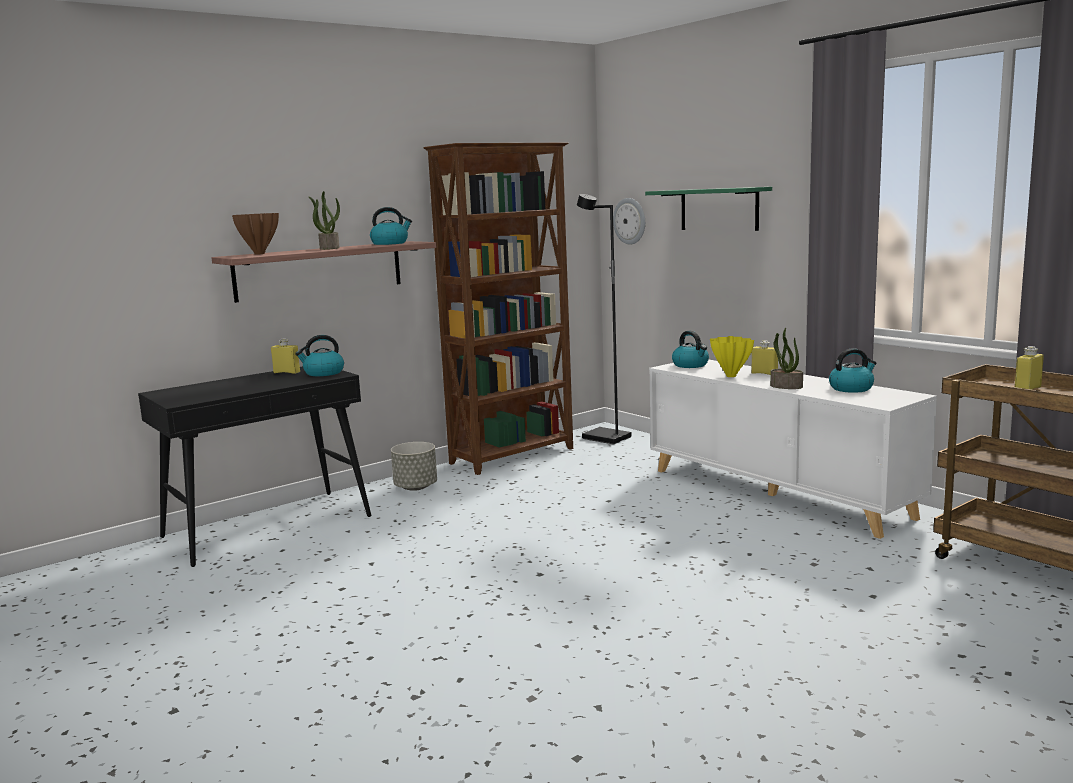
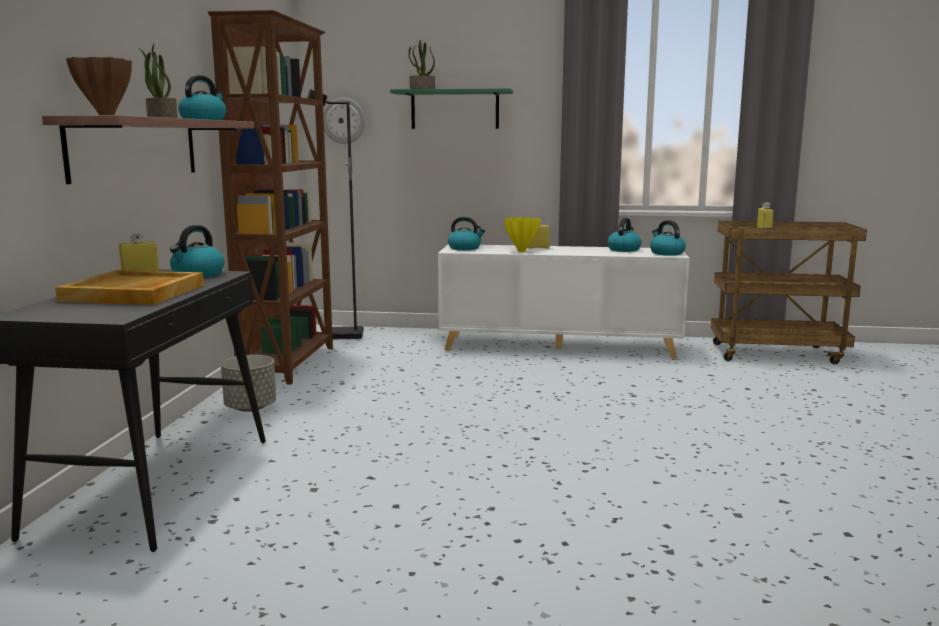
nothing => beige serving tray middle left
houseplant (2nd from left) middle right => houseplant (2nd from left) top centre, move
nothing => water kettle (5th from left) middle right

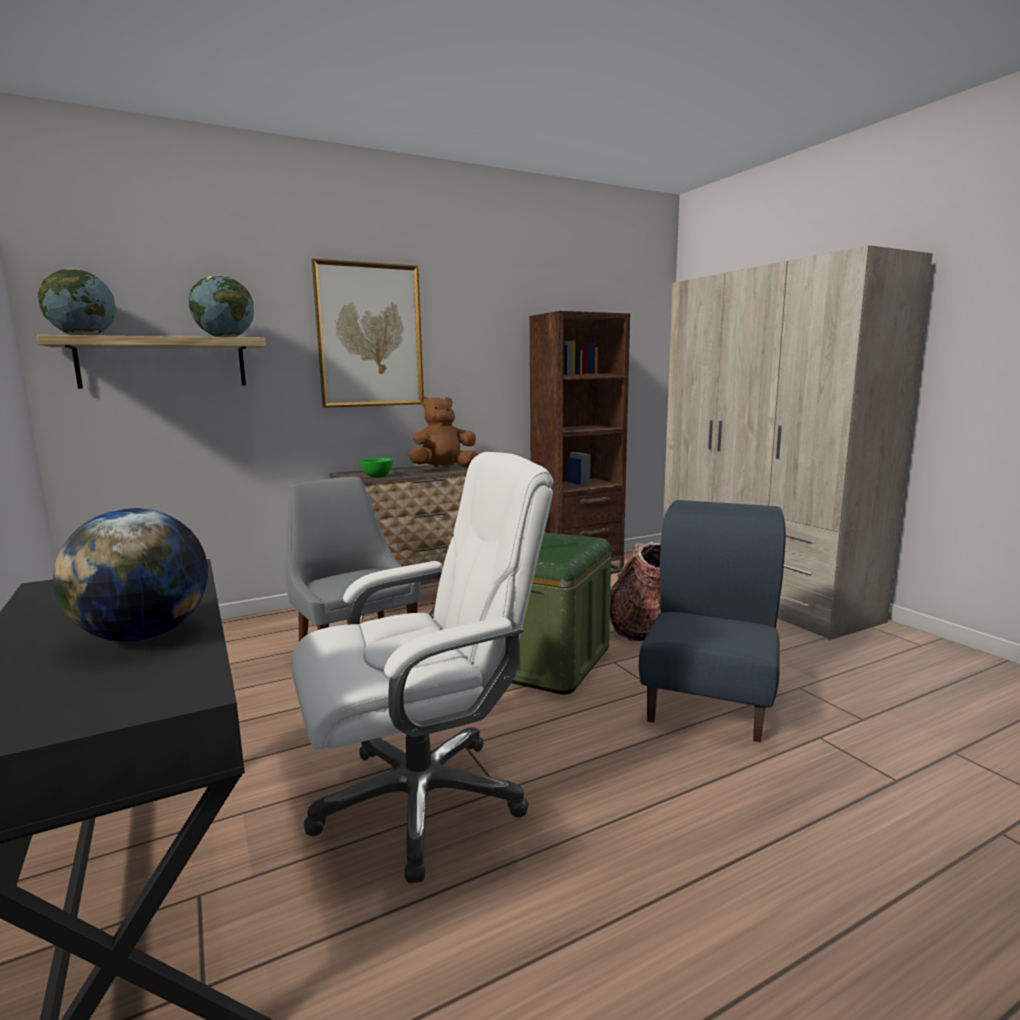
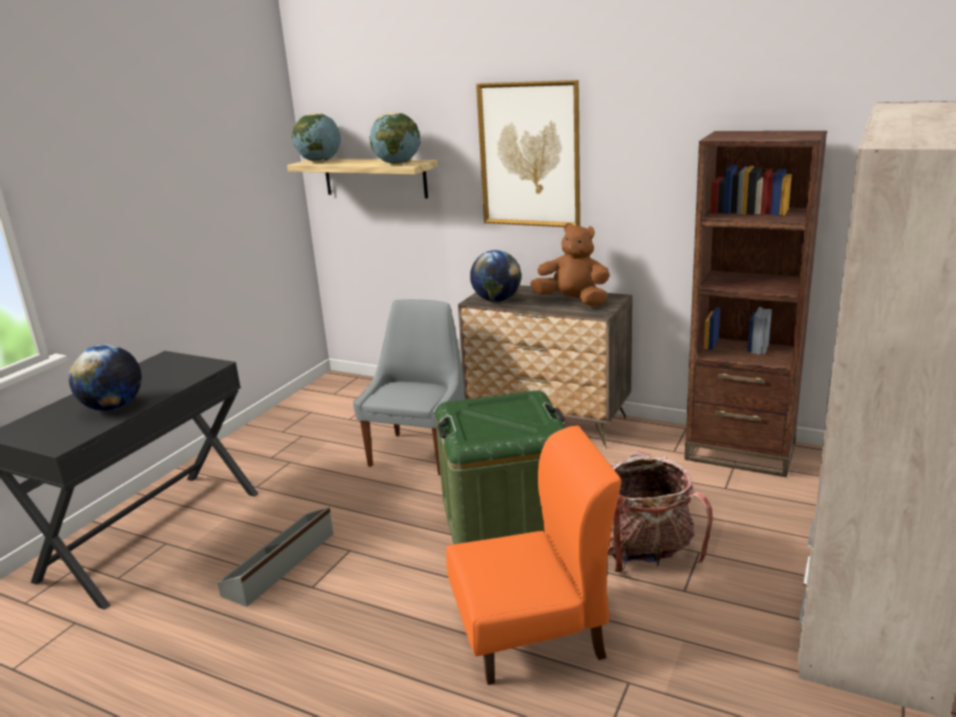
white-coloured desk chair centre => gray storage box bottom left
bluish chair middle right => orange chair bottom centre
green-coloured bowl centre => desk globe (4th from left) centre

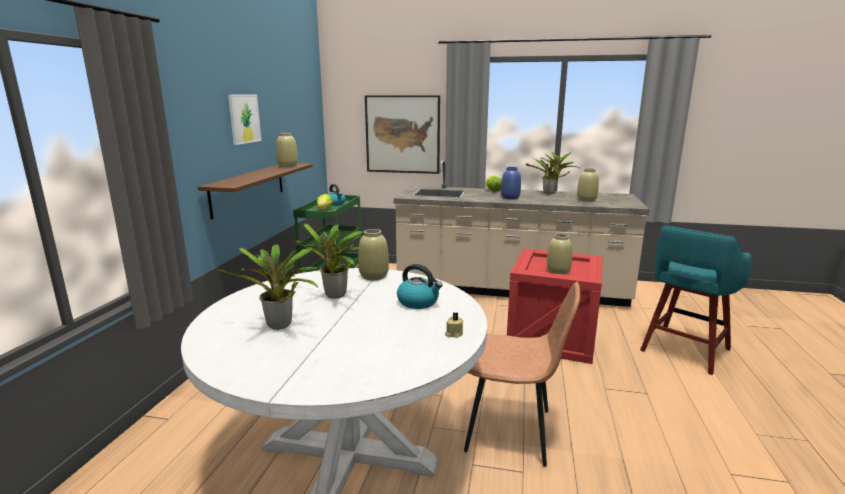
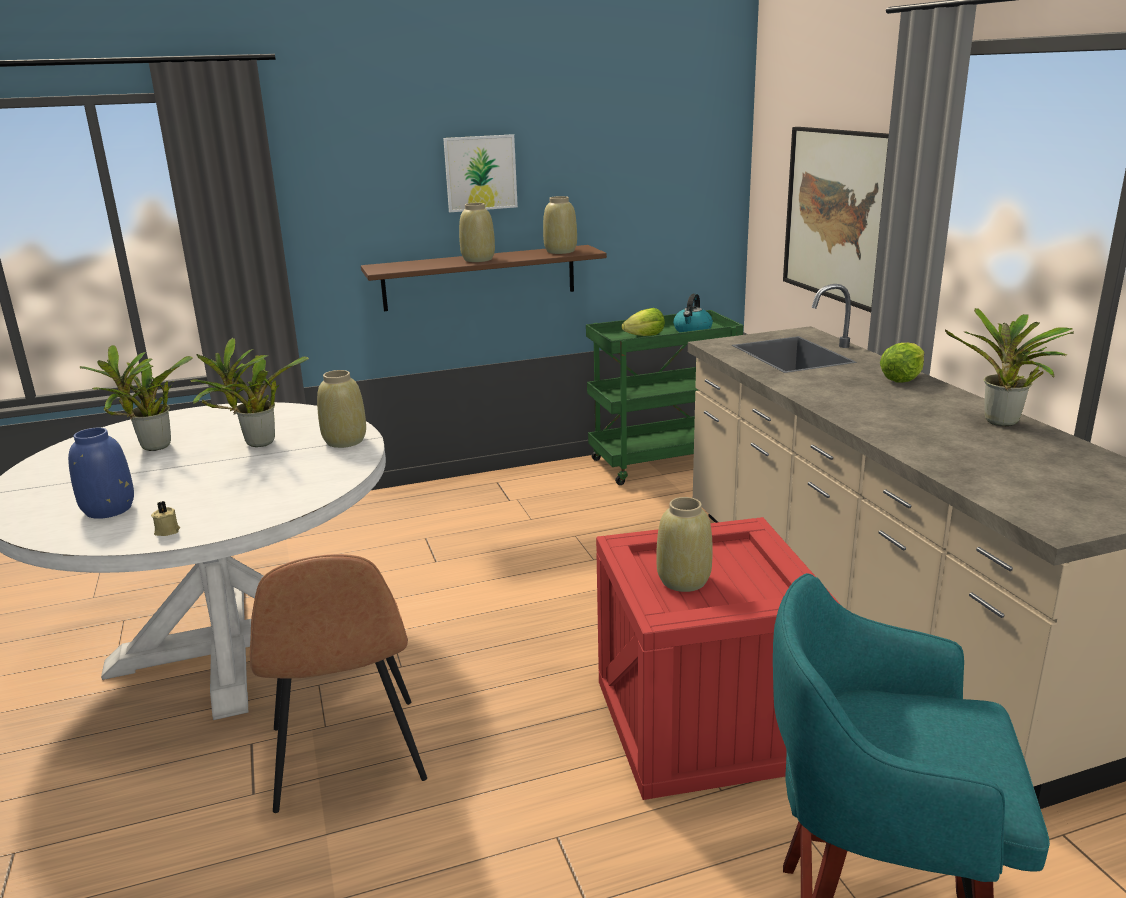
bluish decorative vase centre => bluish decorative vase middle left, move
beige decorative vase (4th from left in the first image) middle right => beige decorative vase (2nd from left) top centre, move
water kettle (2nd from left) centre => nothing

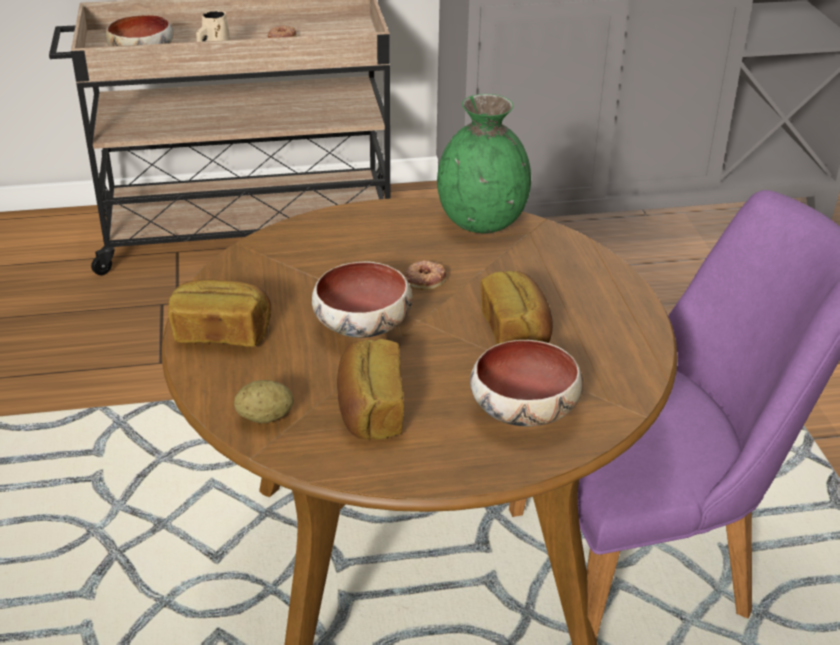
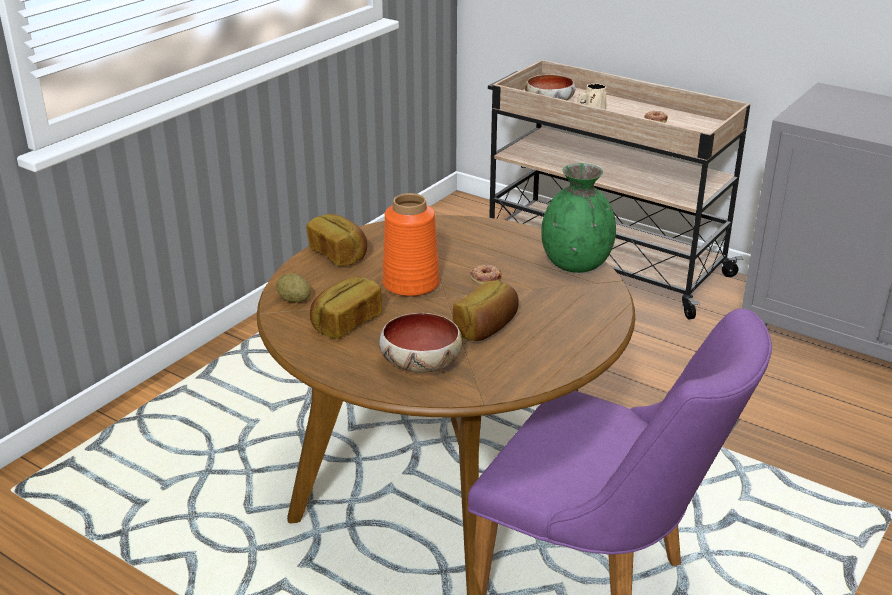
bowl (2nd from left) centre => orange decorative vase centre

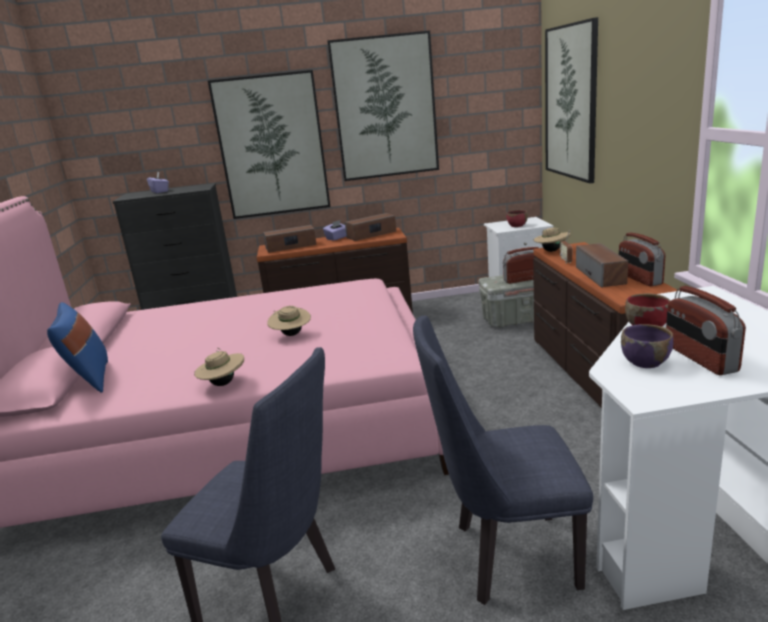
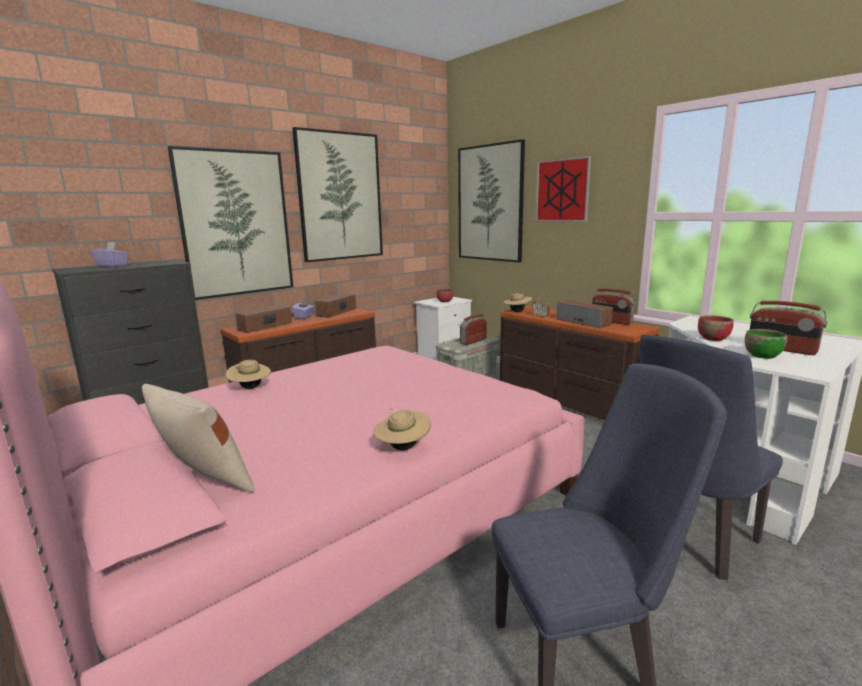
bluish cushion middle left => beige cushion middle left
beige wearable hat (2nd from left in the first image) centre => beige wearable hat (1st from left) middle left, move
nothing => picture (4th from left) top centre
purplish bowl middle right => green-coloured bowl middle right

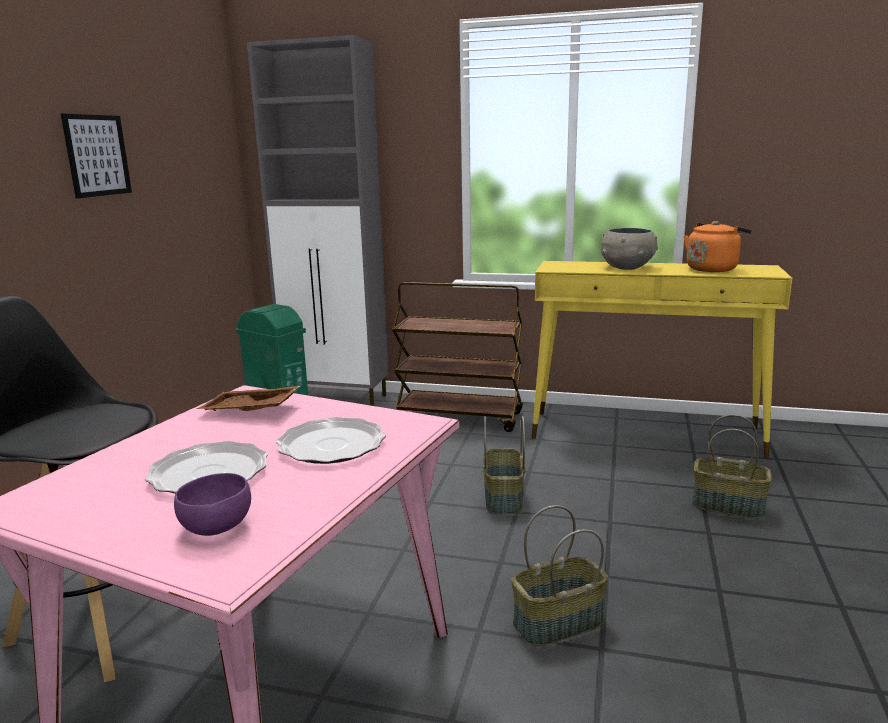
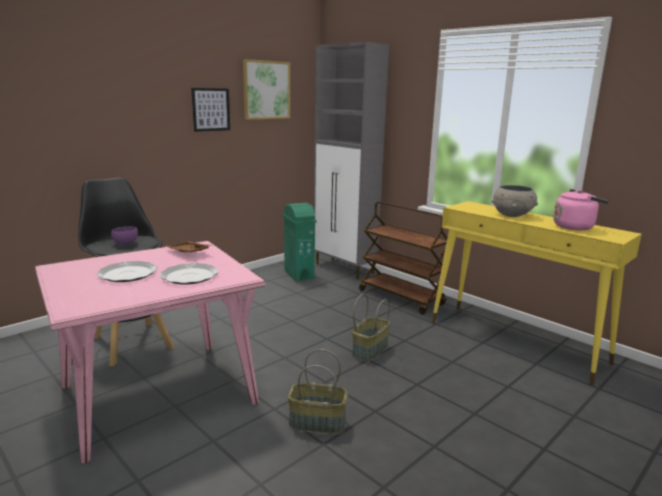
purplish bowl bottom left => purplish bowl middle left, move
nothing => picture (2nd from left) top centre
orange water kettle middle right => pinkish water kettle middle right
basket (3rd from left) middle right => nothing

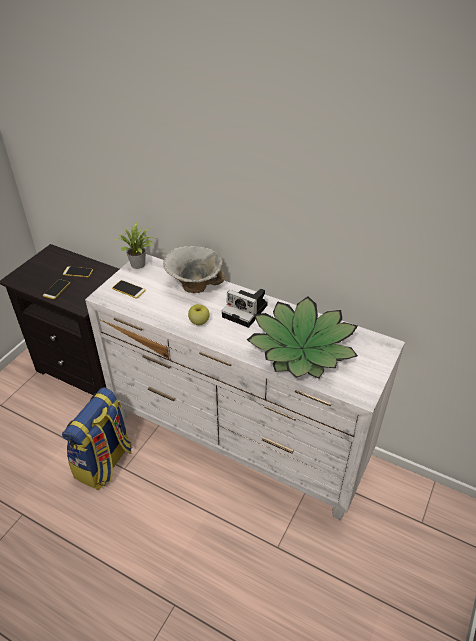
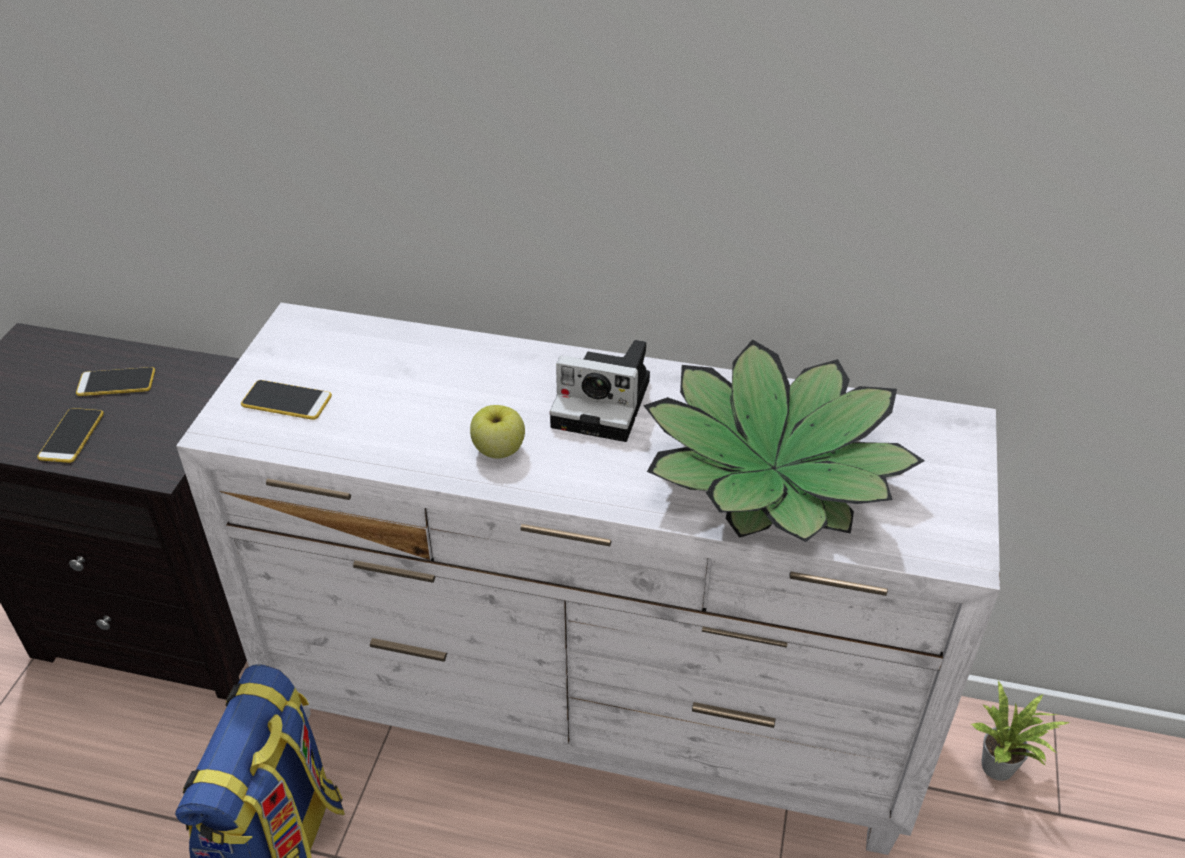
houseplant (1st from left in the first image) middle left => houseplant (2nd from left) bottom right, move
bowl centre => nothing

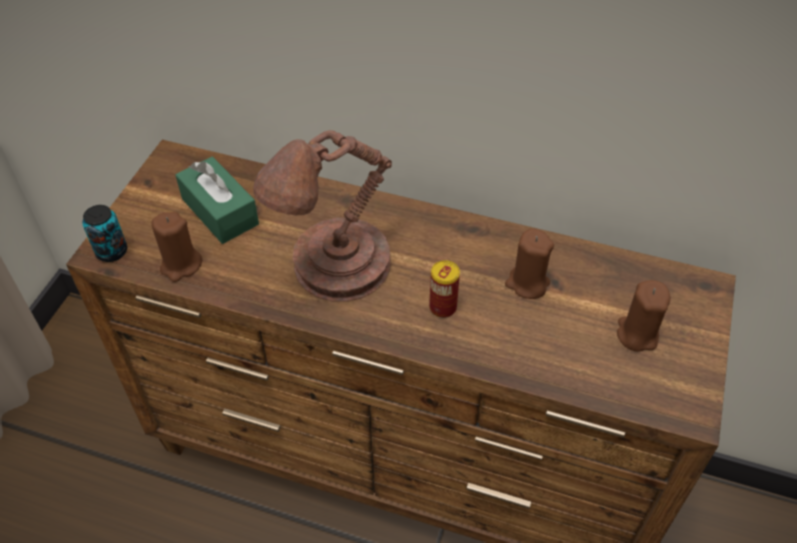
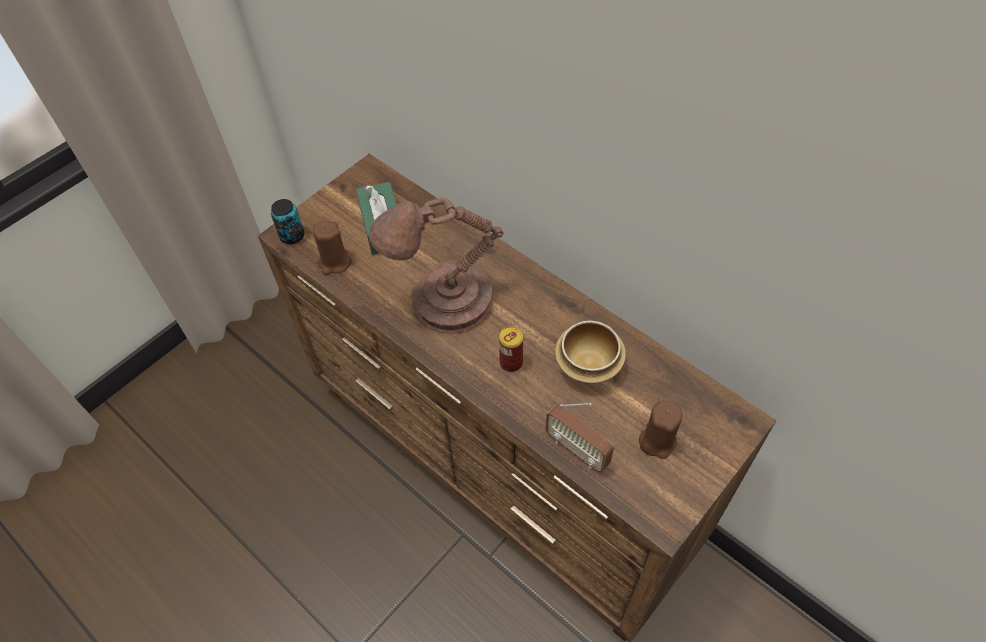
nothing => radio bottom centre
brown-coloured wax candle (2nd from left) centre => bowl centre

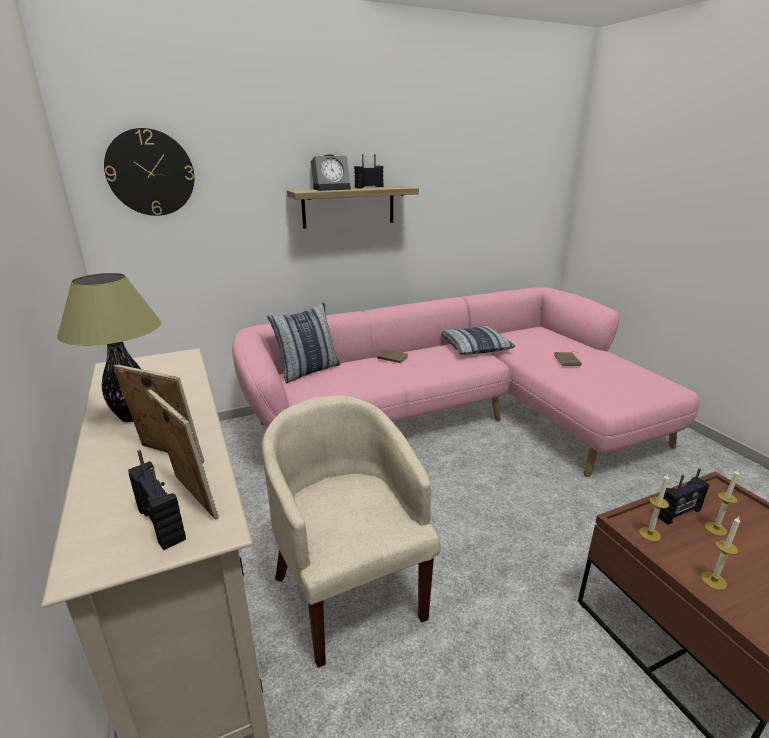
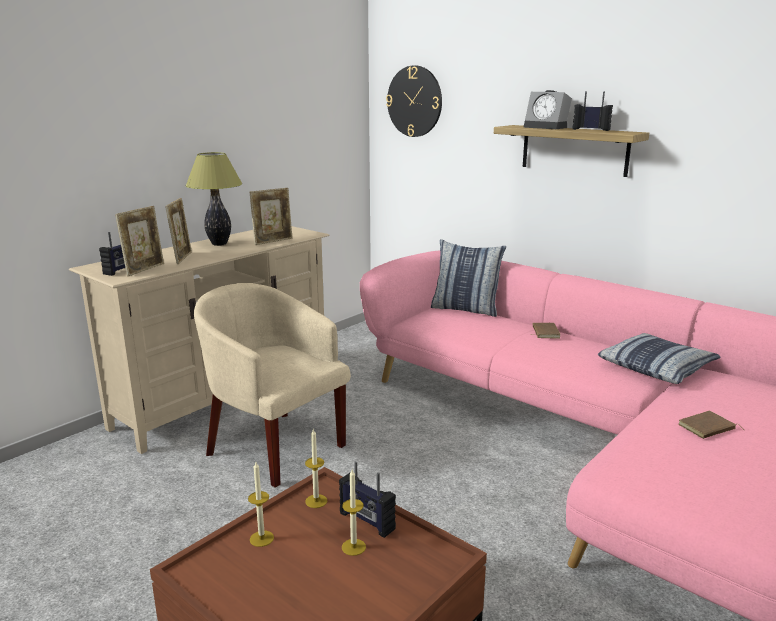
beige armchair bottom centre => beige armchair centre, 90 degrees counterclockwise
nothing => picture frame (3rd from left) centre

